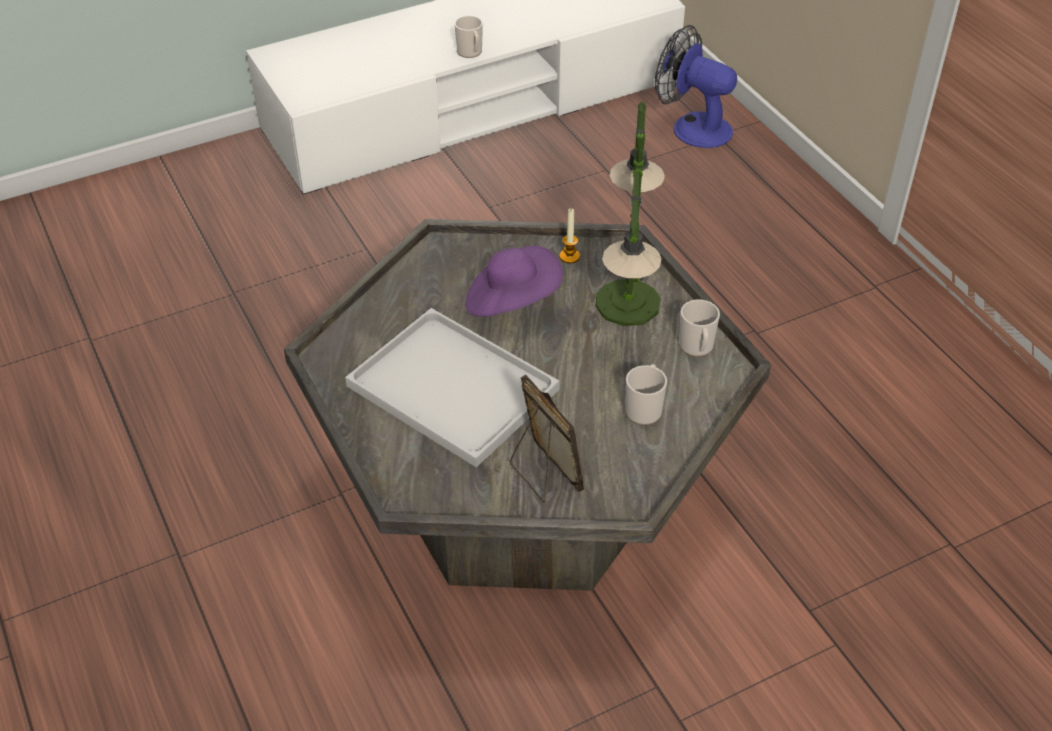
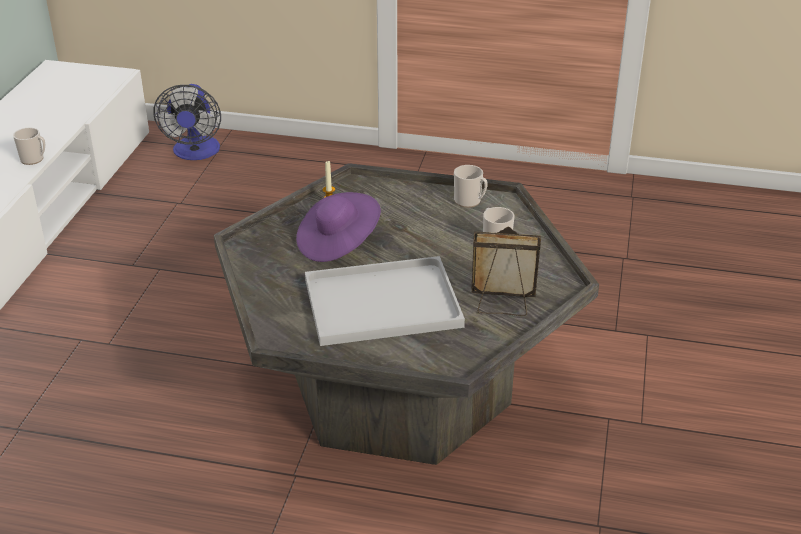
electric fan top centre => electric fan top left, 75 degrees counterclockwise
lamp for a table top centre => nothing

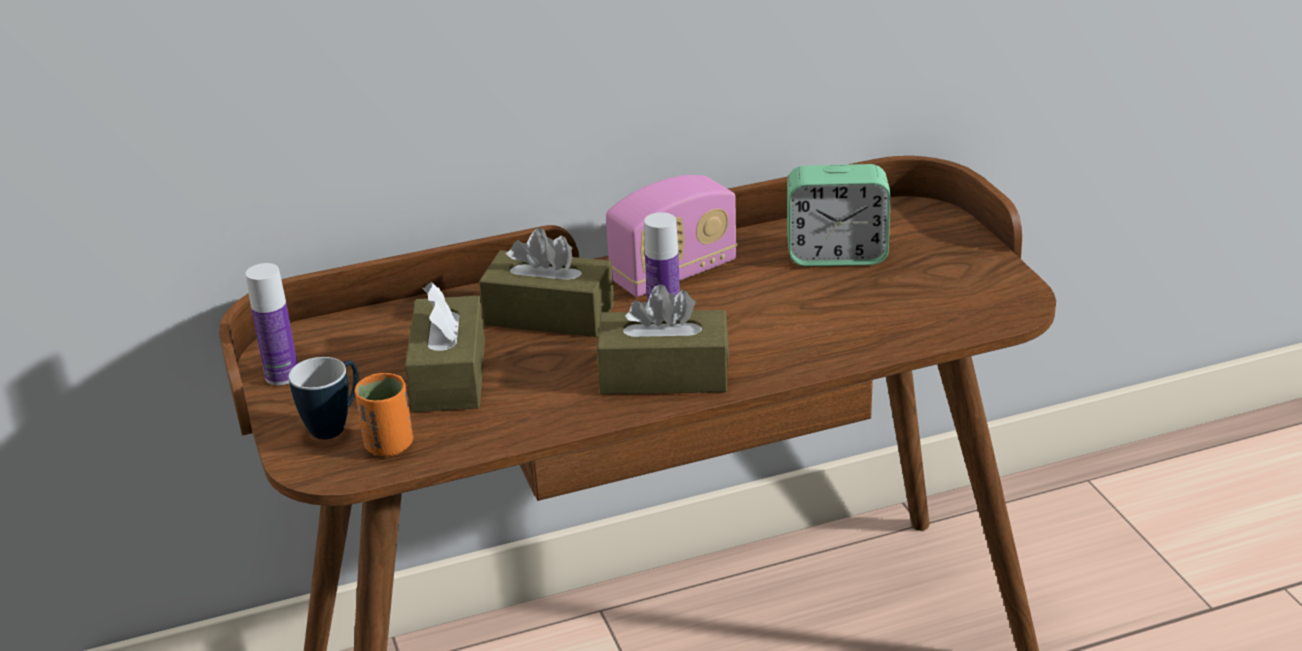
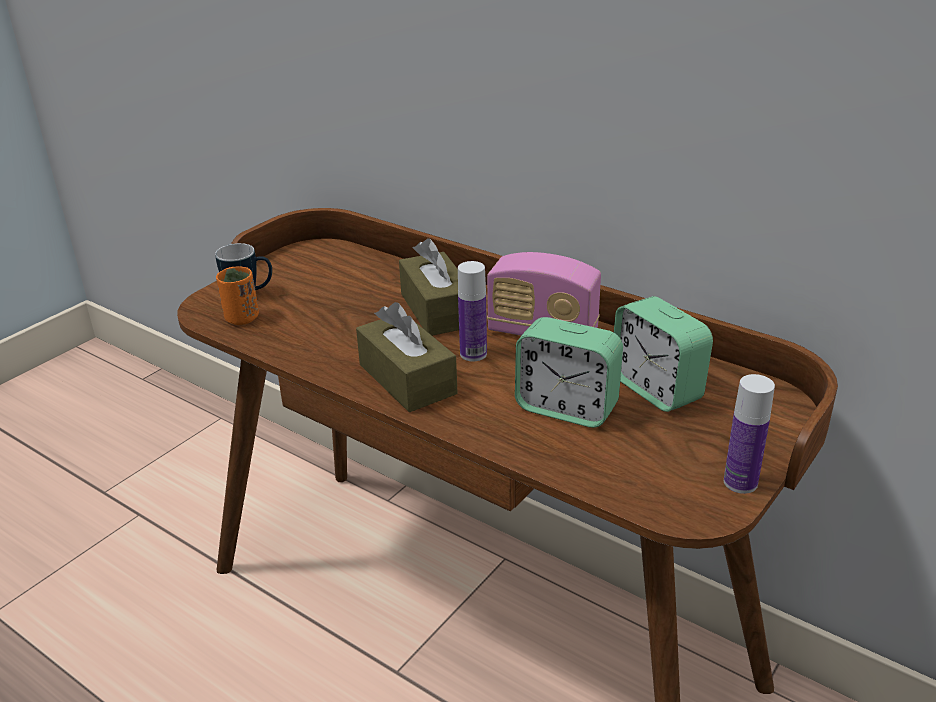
nothing => alarm clock (1st from left) centre
drink bottle (1st from left in the first image) middle left => drink bottle (2nd from left) middle right, move
brown-coloured tissue holder (1st from left) centre => nothing

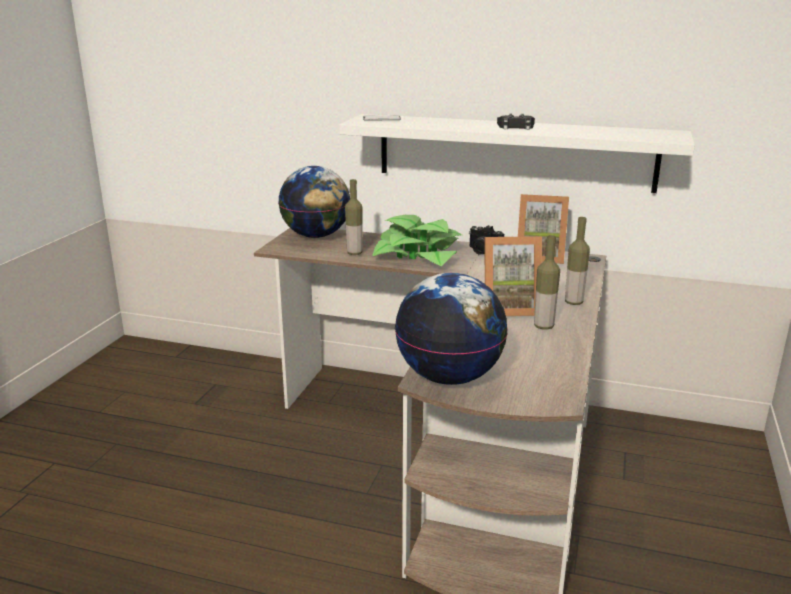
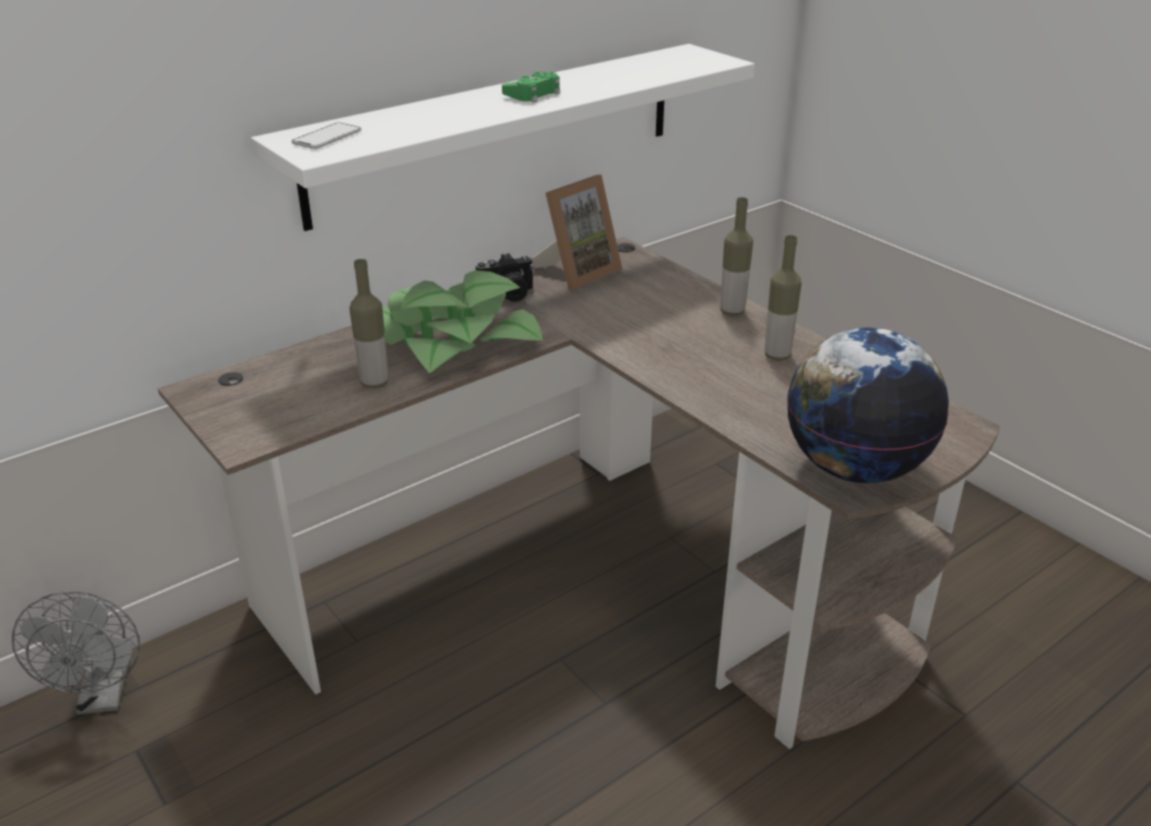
nothing => gray electric fan bottom left
blackish joypad top centre => green-coloured joypad top centre
desk globe (1st from left) centre => nothing
picture frame (1st from left) centre => nothing

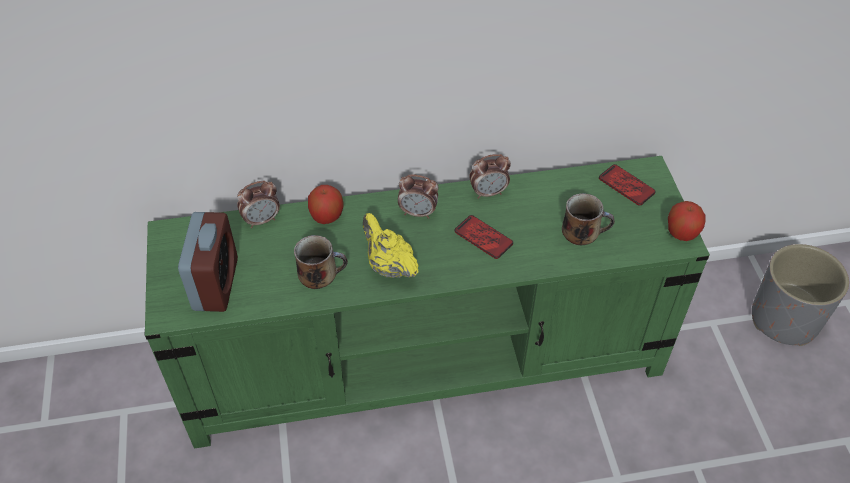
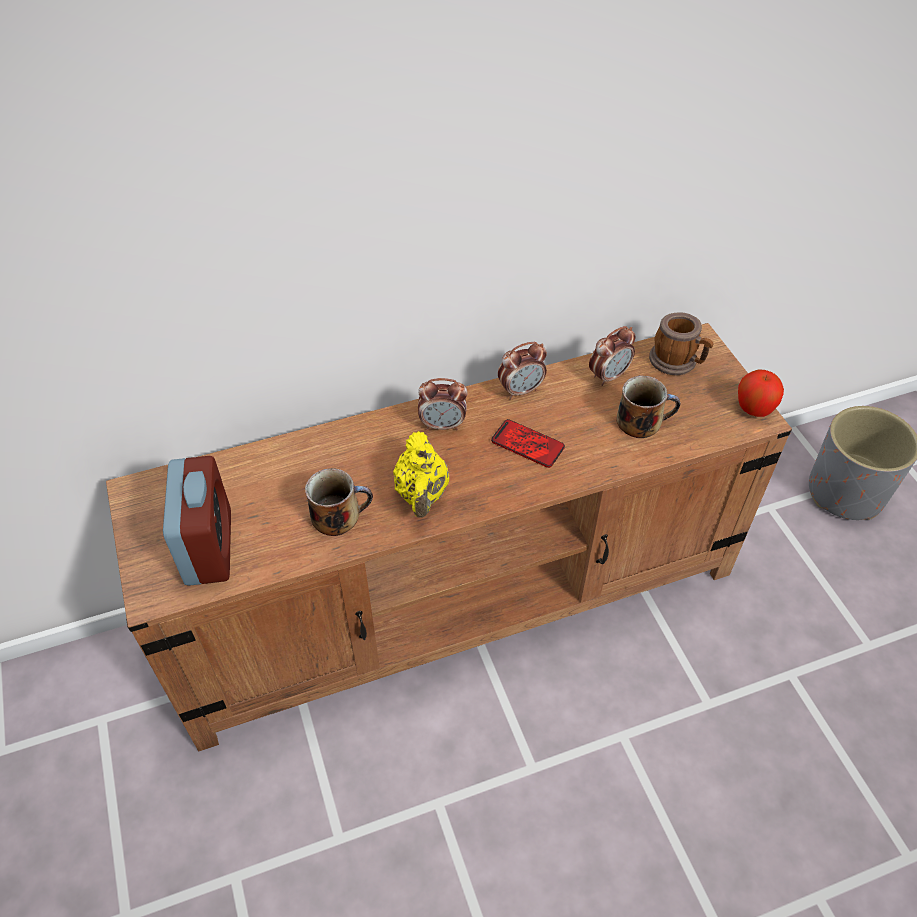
green-coloured tv stand centre => brown-coloured tv stand centre
yellowish tea pot centre, 135 degrees counterclockwise
alarm clock (2nd from left in the first image) middle left => alarm clock (4th from left) middle right, move
telephone (2nd from left) middle right => tea mug (3rd from left) middle right
apple (1st from left) centre => nothing

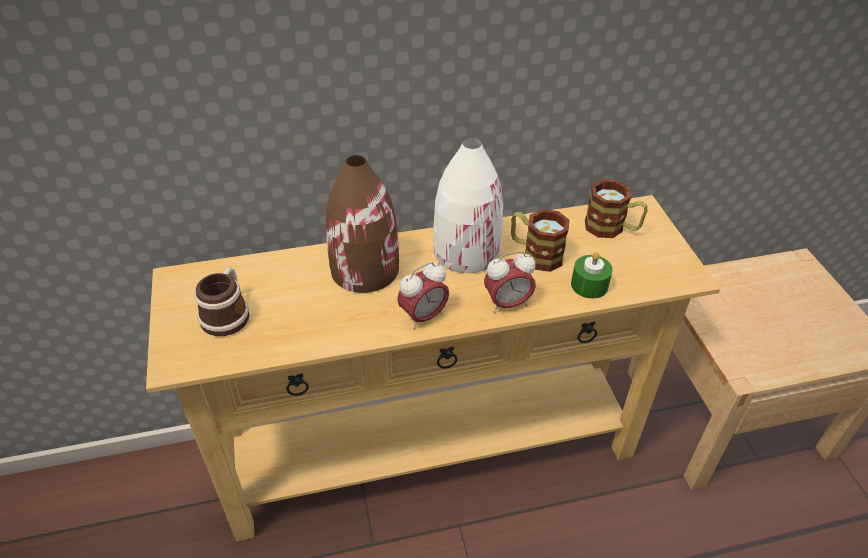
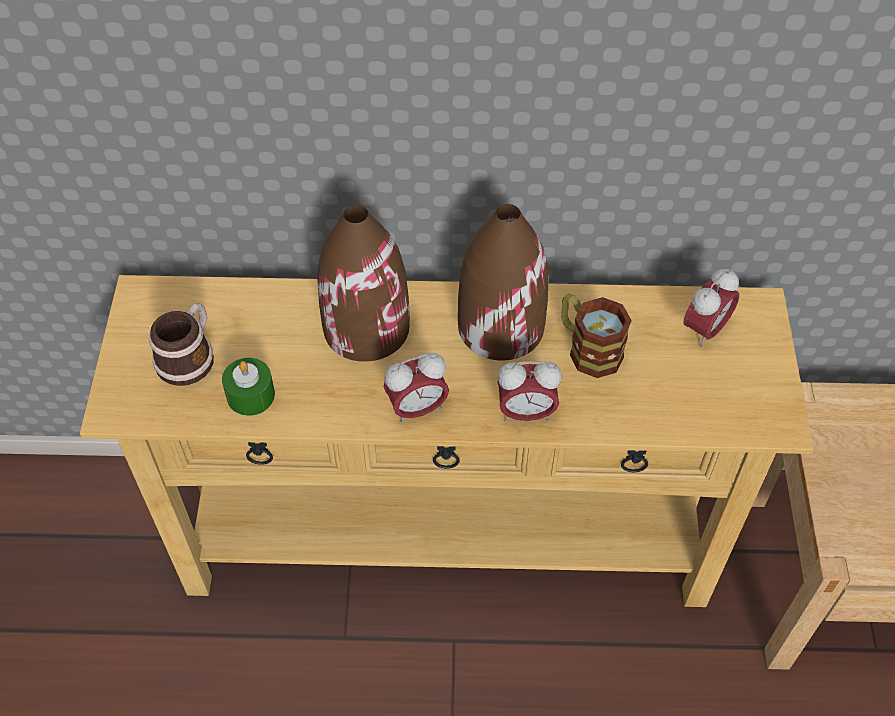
green-coloured wax candle middle right => green-coloured wax candle middle left, move
white-coloured decorative vase centre => brown-coloured decorative vase (2nd from left) centre
tea mug (3rd from left) middle right => alarm clock (3rd from left) middle right

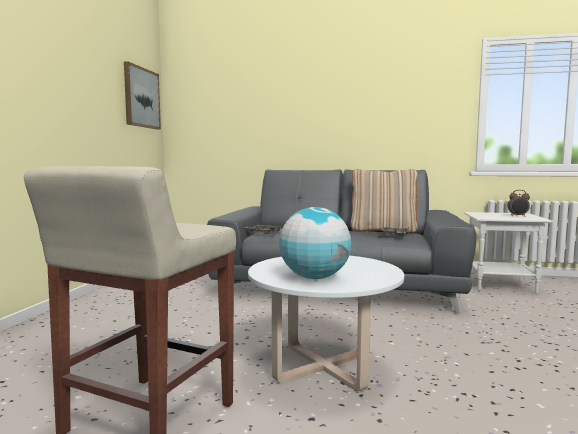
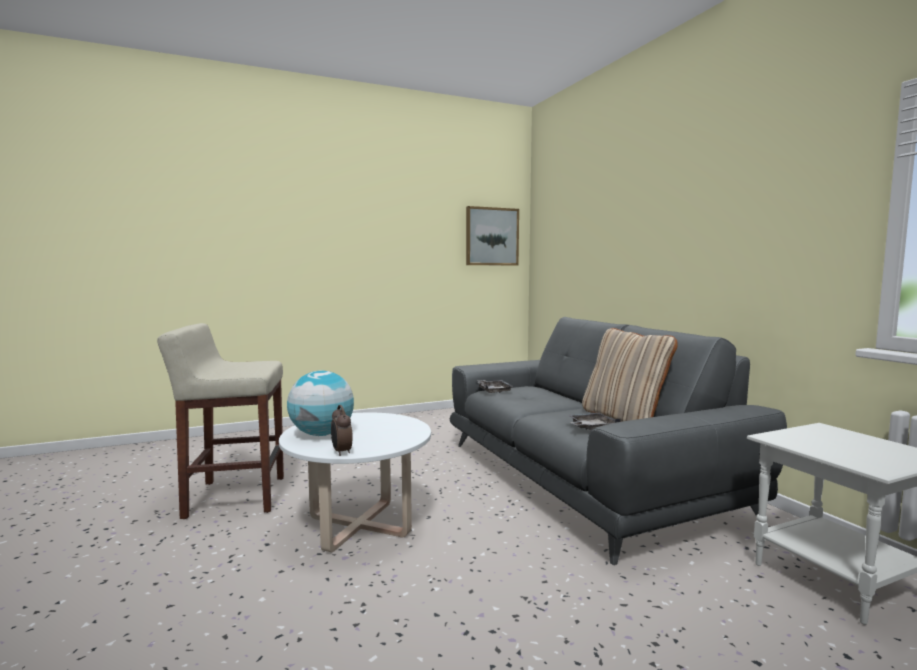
alarm clock middle right => alarm clock centre, move

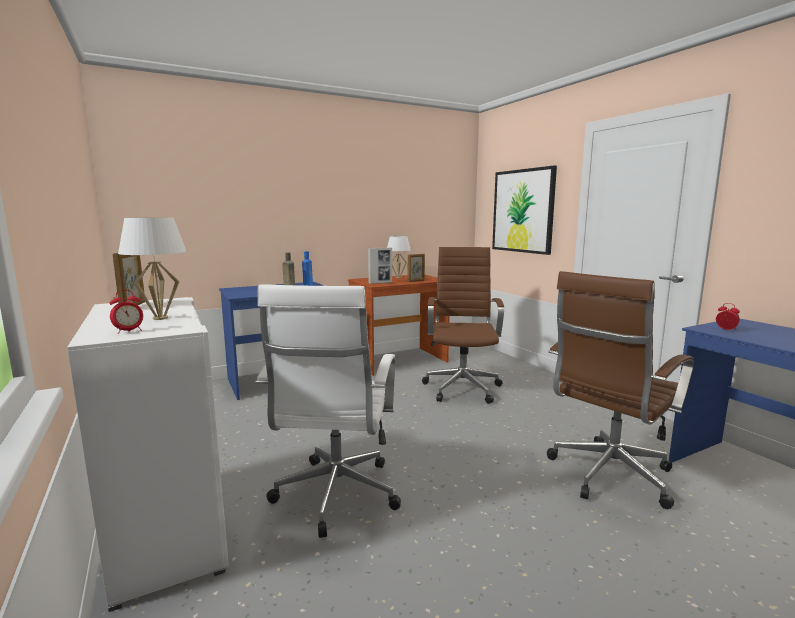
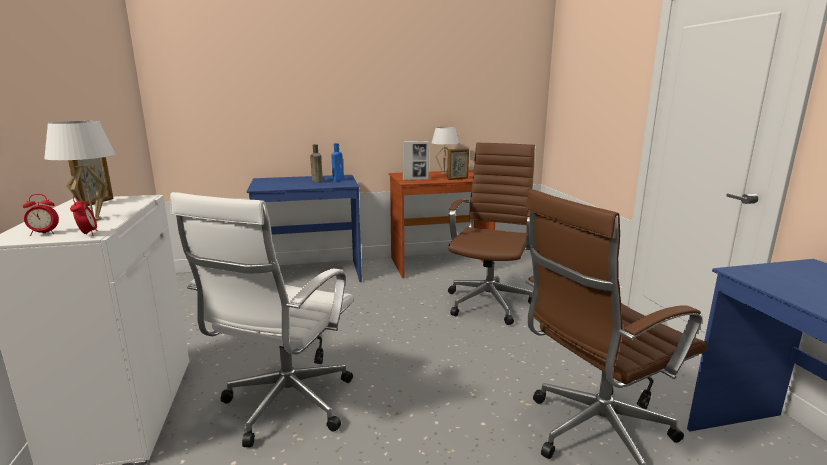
alarm clock (2nd from left) middle right => alarm clock (2nd from left) middle left, move
picture centre => nothing

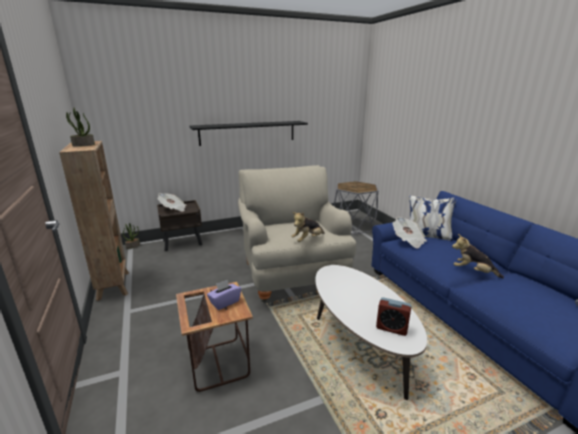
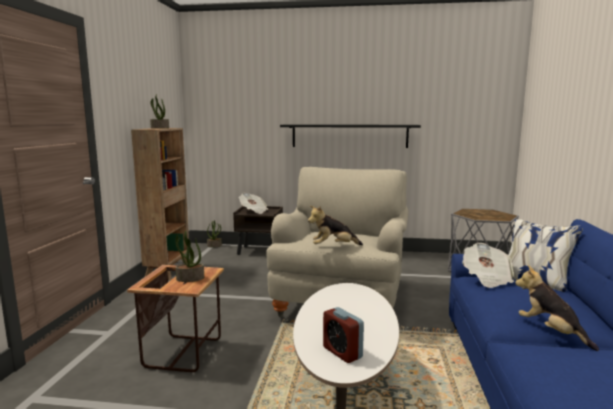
purplish tissue holder bottom centre => houseplant (2nd from left) middle left

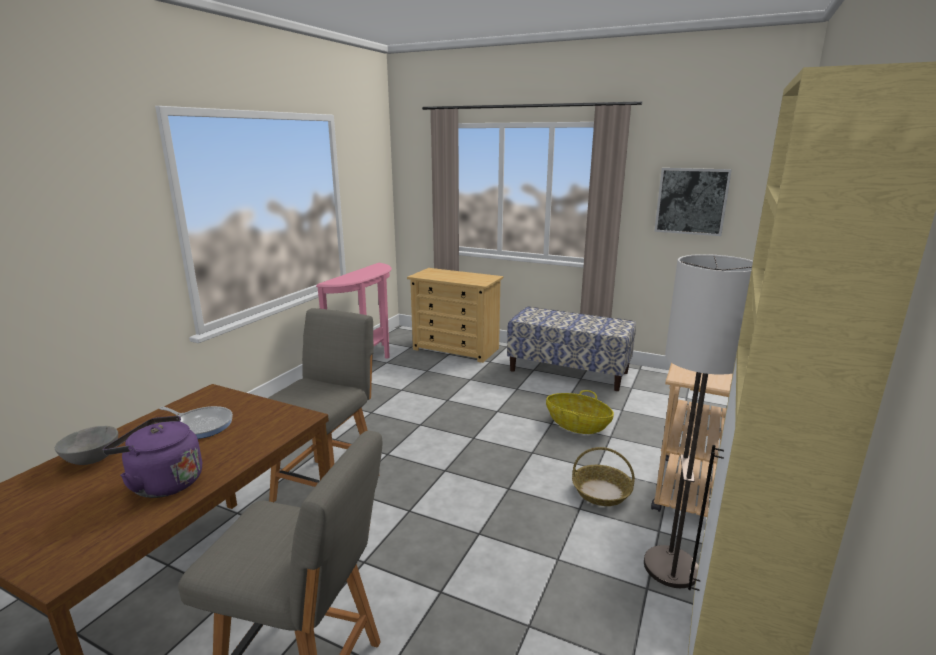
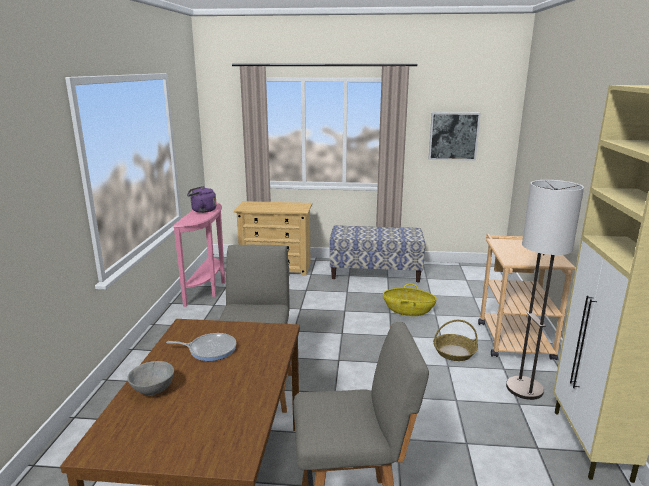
purplish water kettle bottom left => purplish water kettle middle left, move

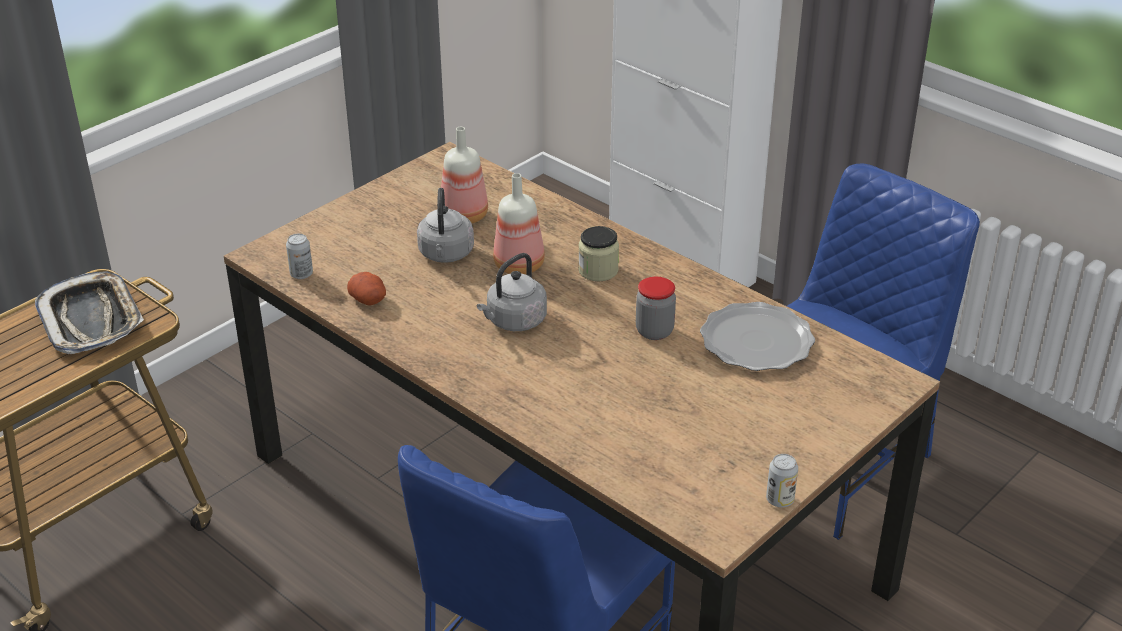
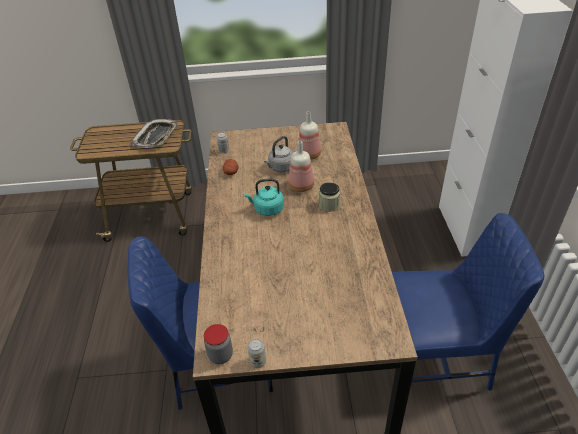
preserve jar (2nd from left in the first image) centre => preserve jar (1st from left) bottom centre, move
gray water kettle (2nd from left) centre => turquoise-coloured water kettle centre
flat dish middle right => nothing

